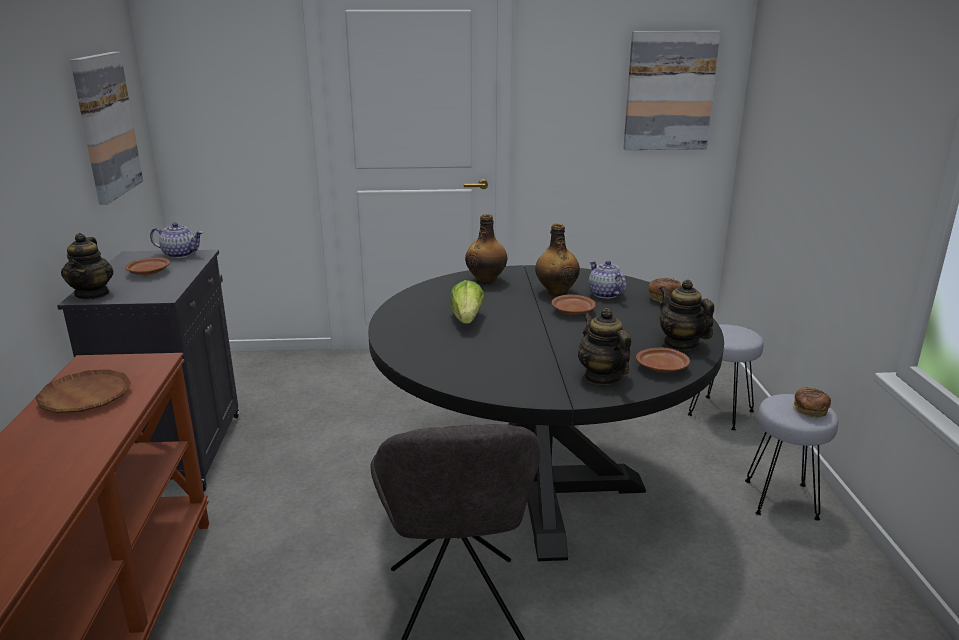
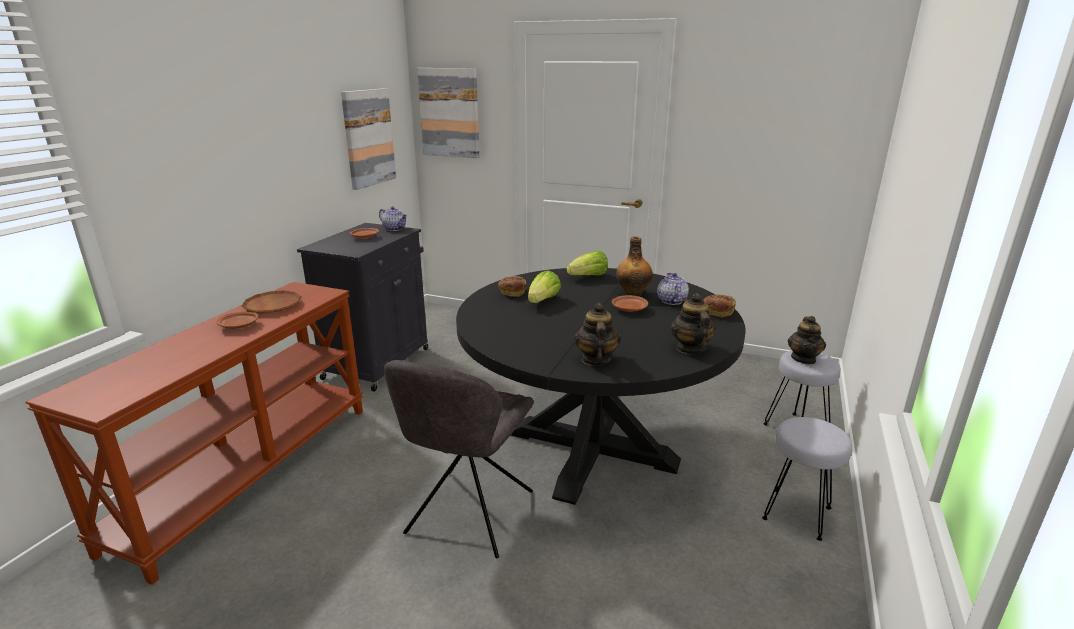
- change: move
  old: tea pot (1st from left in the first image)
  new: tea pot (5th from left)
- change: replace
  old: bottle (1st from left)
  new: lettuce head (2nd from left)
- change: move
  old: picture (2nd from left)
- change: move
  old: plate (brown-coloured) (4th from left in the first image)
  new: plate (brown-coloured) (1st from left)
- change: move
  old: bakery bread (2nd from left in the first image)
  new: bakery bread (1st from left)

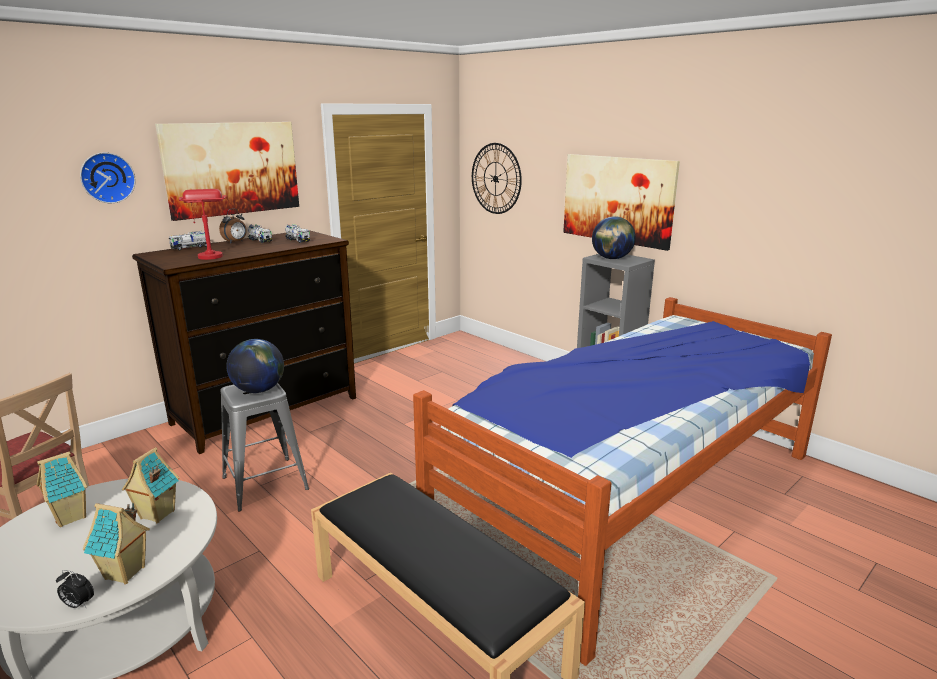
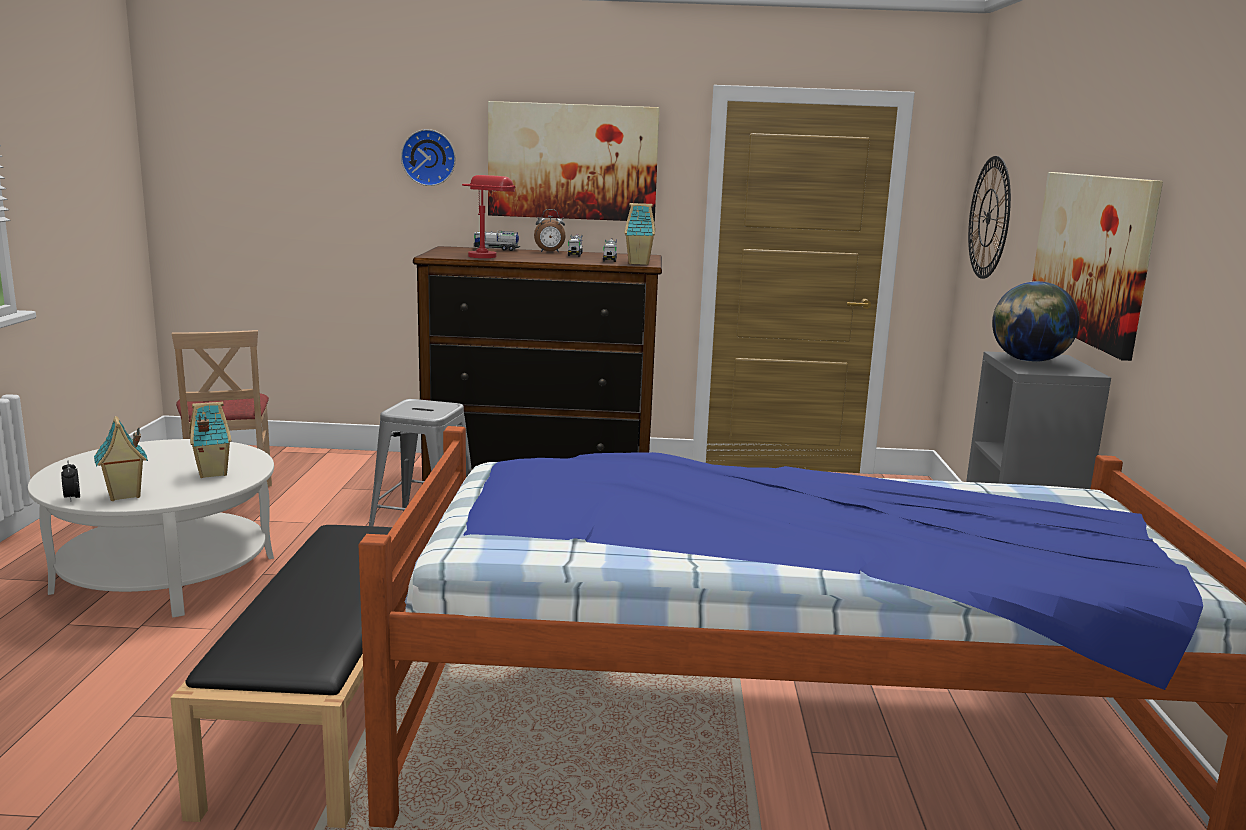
- change: move
  old: toy house (1st from left in the first image)
  new: toy house (3rd from left)
- change: delete
  old: desk globe (1st from left)

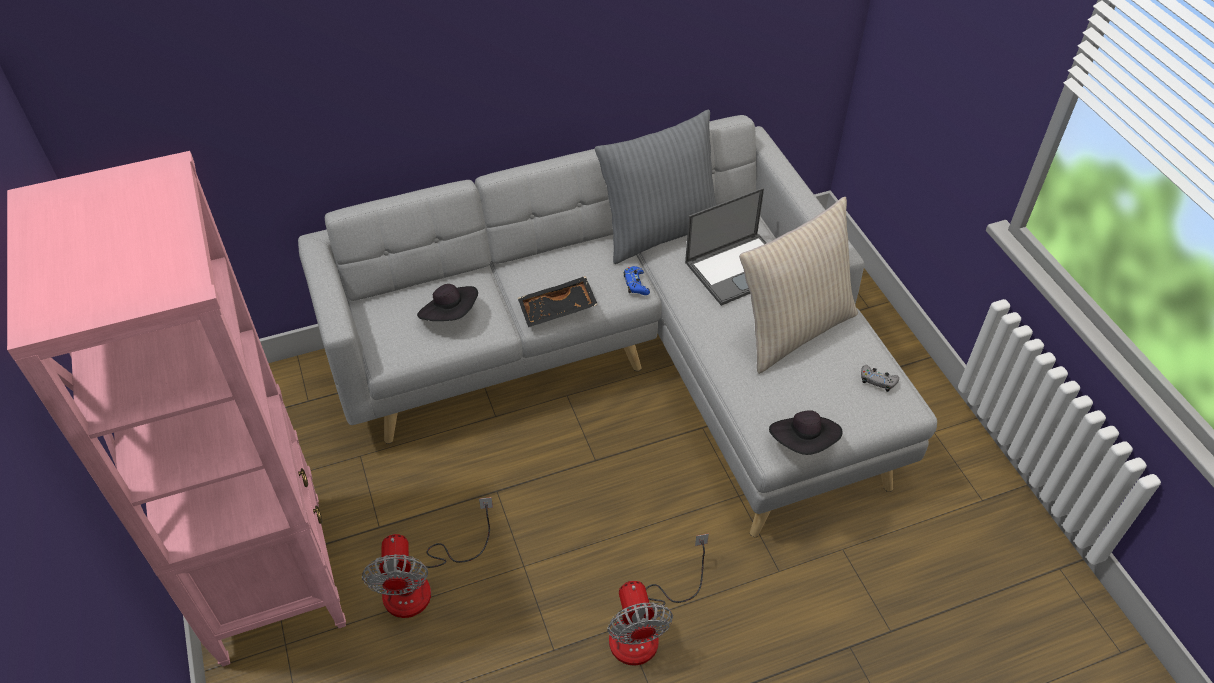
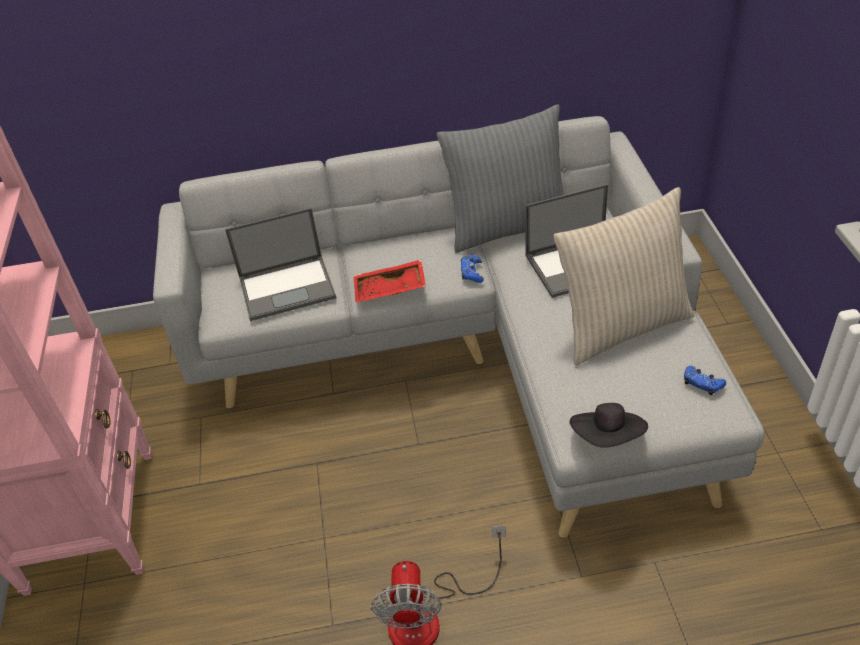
- change: delete
  old: electric fan (1st from left)
- change: replace
  old: wearable hat (blackish) (1st from left)
  new: notebook computer (1st from left)
- change: recolor
  old: tray (blackish)
  new: tray (reddish)
- change: recolor
  old: joypad (grey)
  new: joypad (blue) (2nd from left)

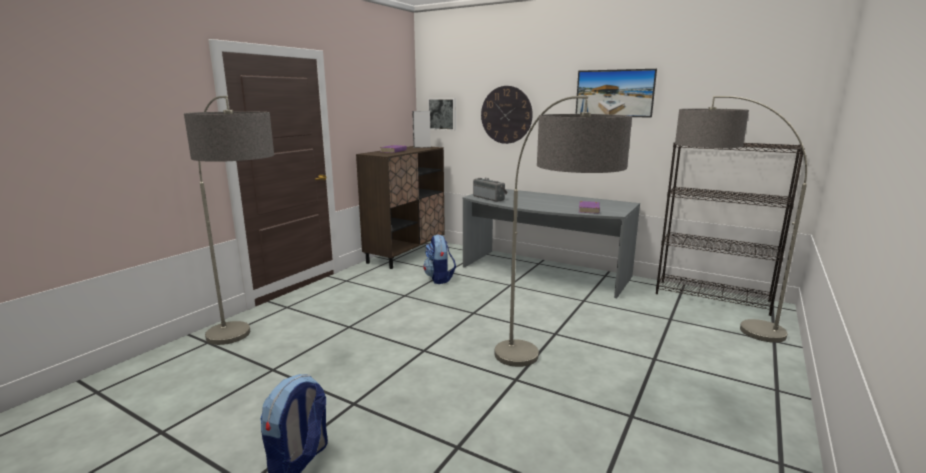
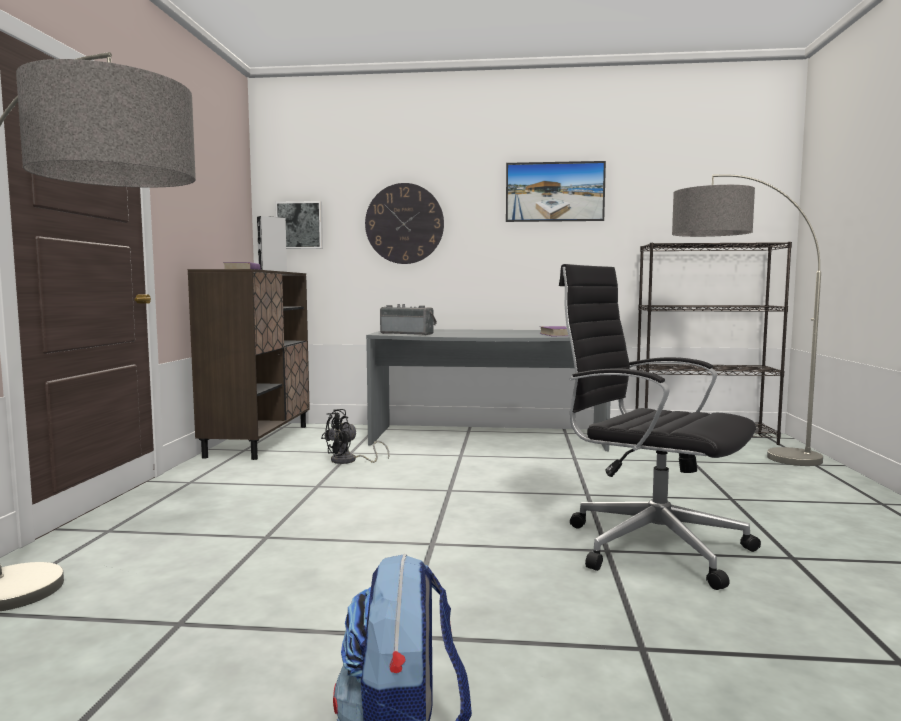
- change: replace
  old: rucksack (2nd from left)
  new: electric fan (blackish)
- change: replace
  old: floor lamp (2nd from left)
  new: desk chair (blackish)

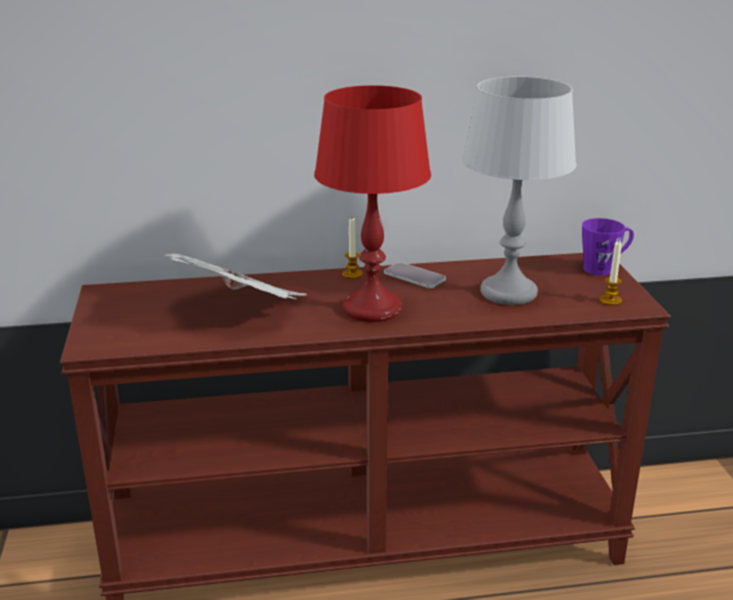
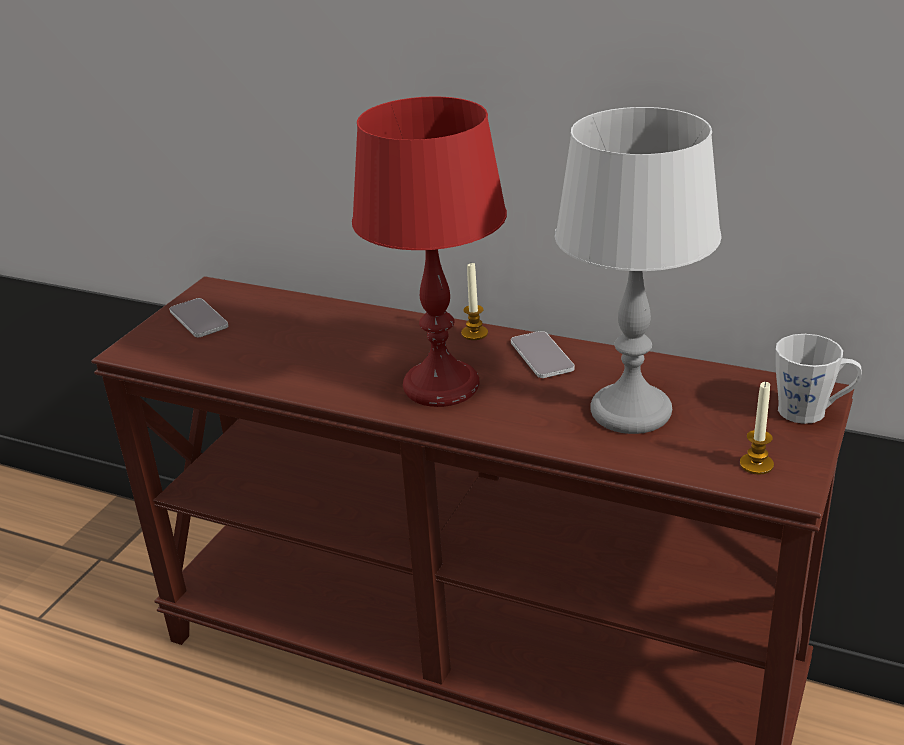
- change: delete
  old: printed paper
- change: recolor
  old: tea mug (purplish)
  new: tea mug (grey)
- change: insert
  new: phone (1st from left)

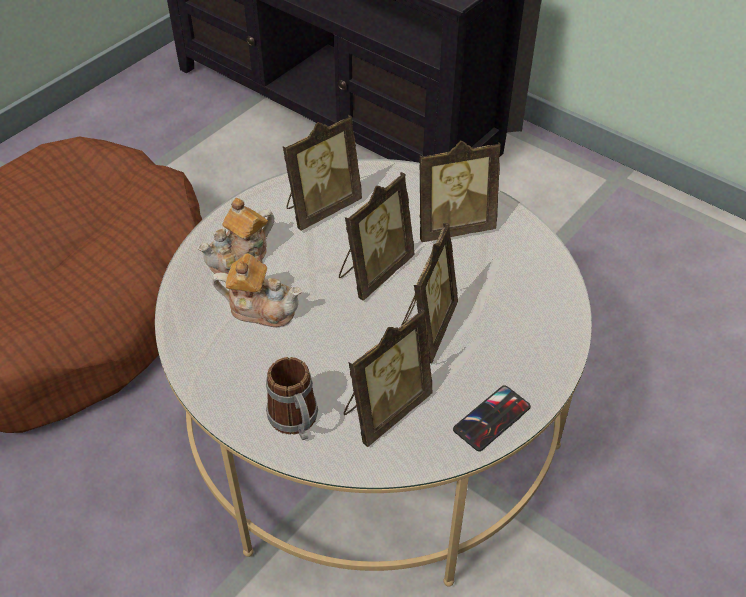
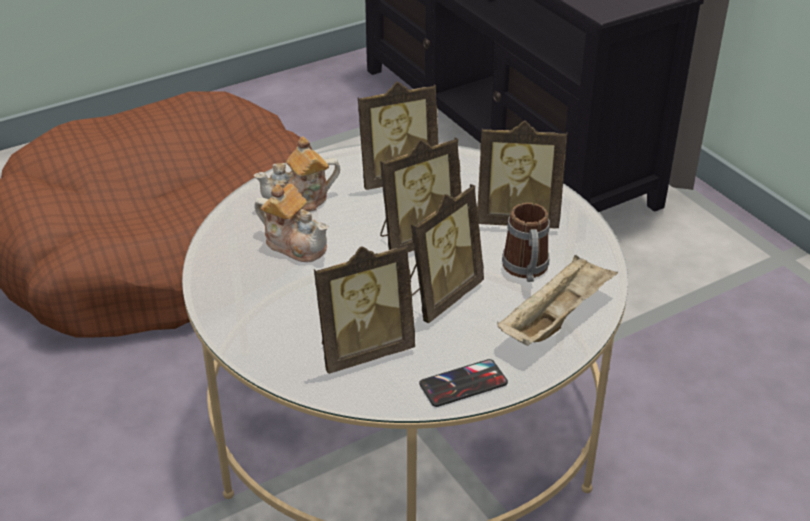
- change: move
  old: tea mug
- change: insert
  new: tray (beige)

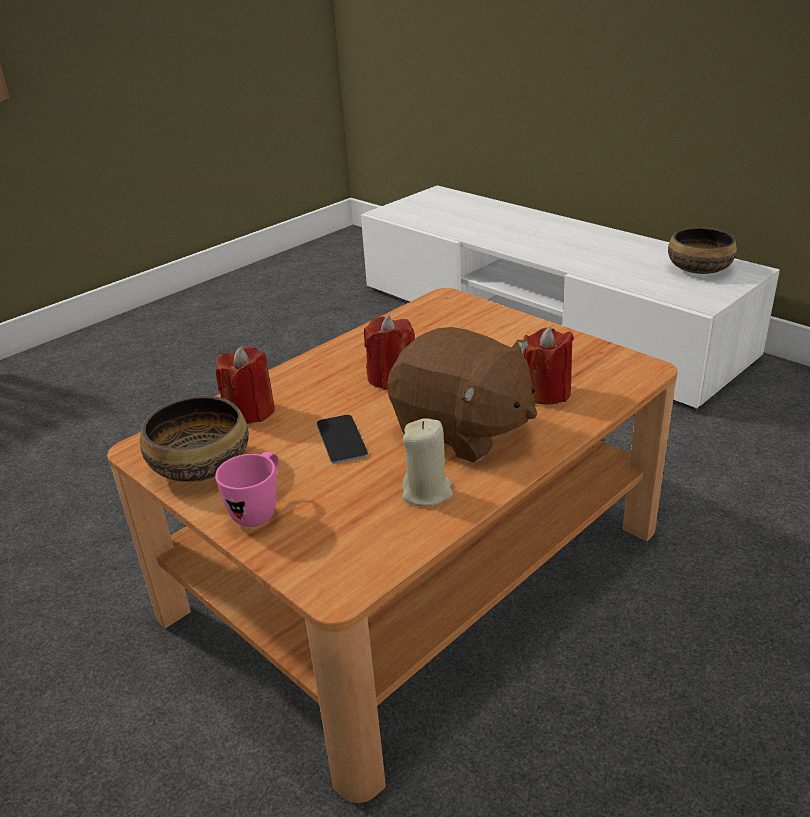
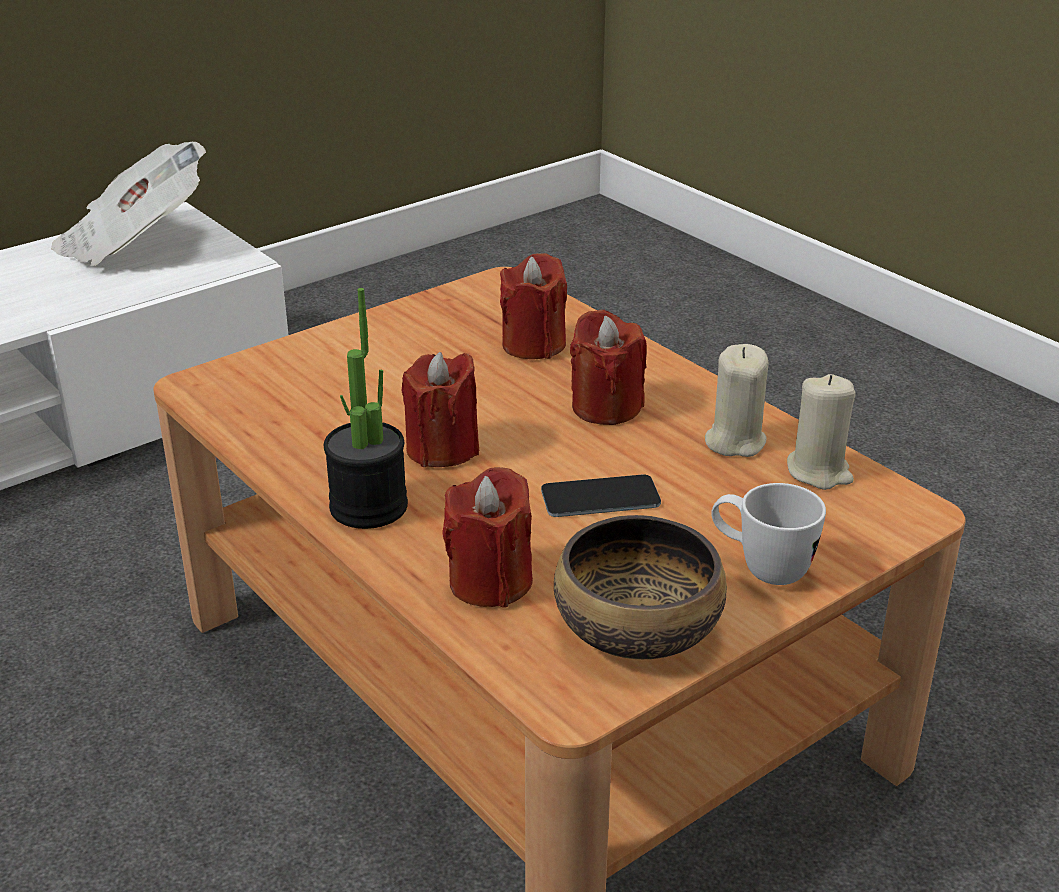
- change: recolor
  old: tea mug (pink)
  new: tea mug (whitish)
- change: replace
  old: plush toy (brown-coloured)
  new: wax light (reddish) (4th from left)
- change: replace
  old: deep dish (2nd from left)
  new: printed paper
- change: insert
  new: houseplant
- change: insert
  new: wax light (beige) (2nd from left)

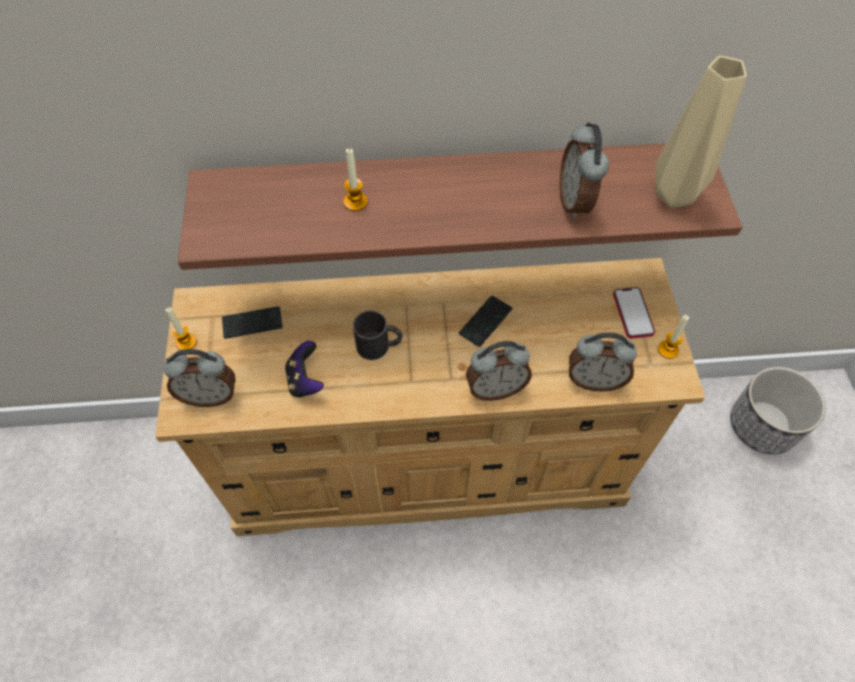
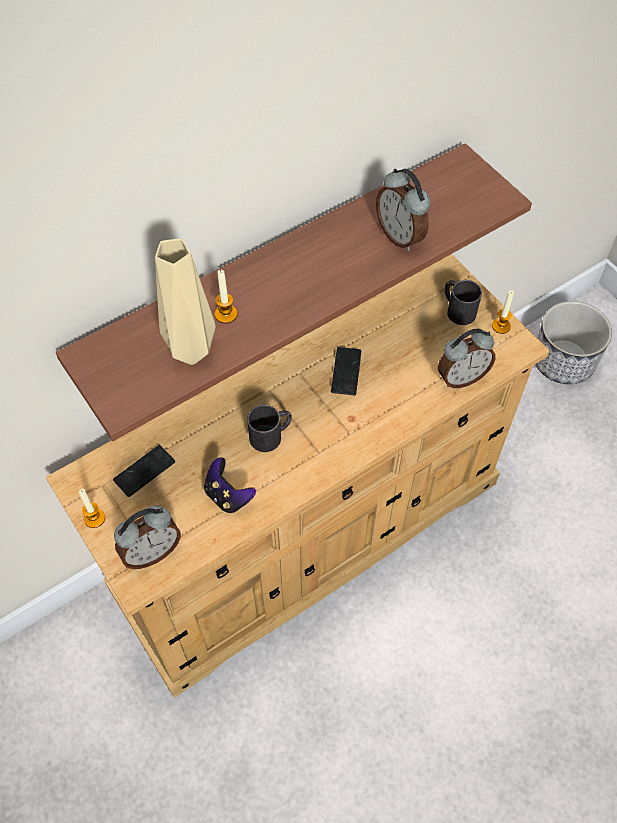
- change: delete
  old: bedside clock (2nd from left)
- change: replace
  old: phone (3rd from left)
  new: tea mug (blackish) (2nd from left)
- change: move
  old: flower vase (beige)

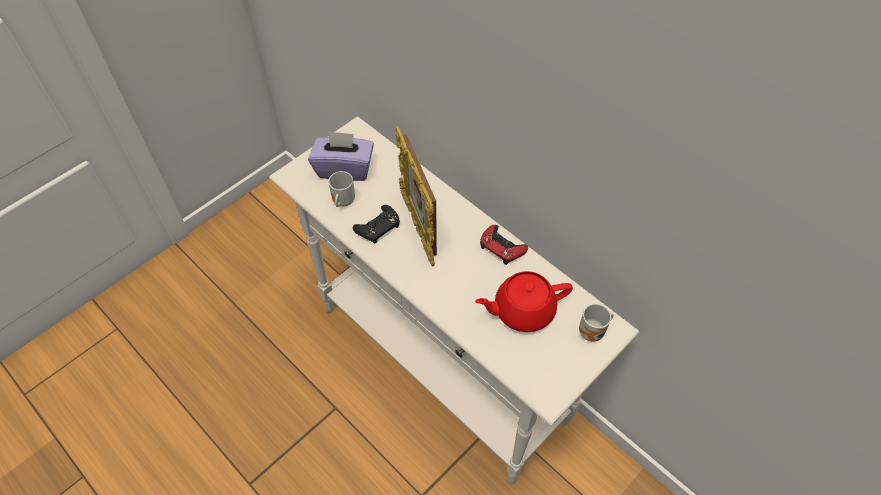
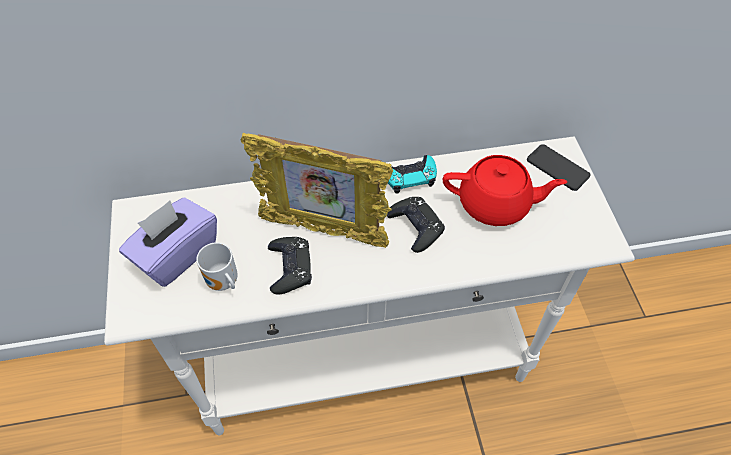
- change: rotate
  old: tea pot (reddish)
  degrees: -105
- change: recolor
  old: joypad (reddish)
  new: joypad (turquoise-coloured)
- change: replace
  old: tea mug (2nd from left)
  new: phone
- change: insert
  new: joypad (blackish) (2nd from left)

